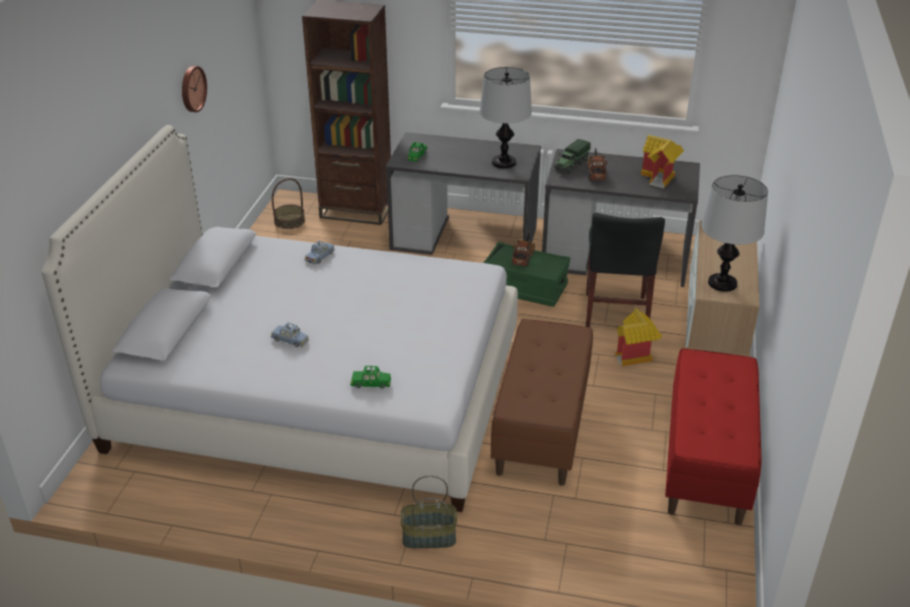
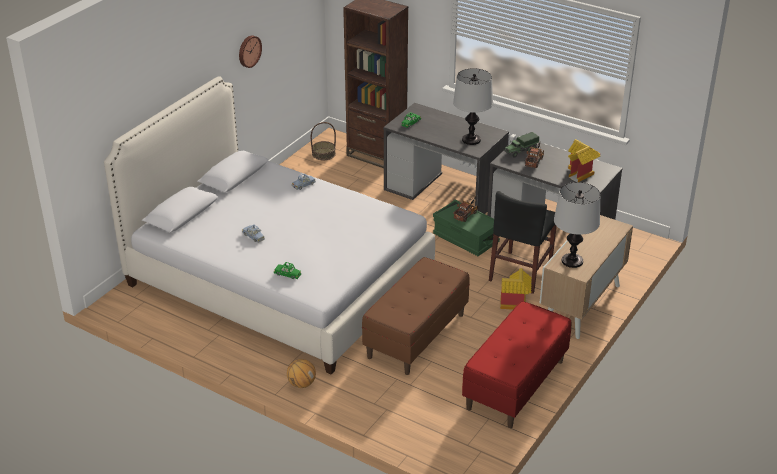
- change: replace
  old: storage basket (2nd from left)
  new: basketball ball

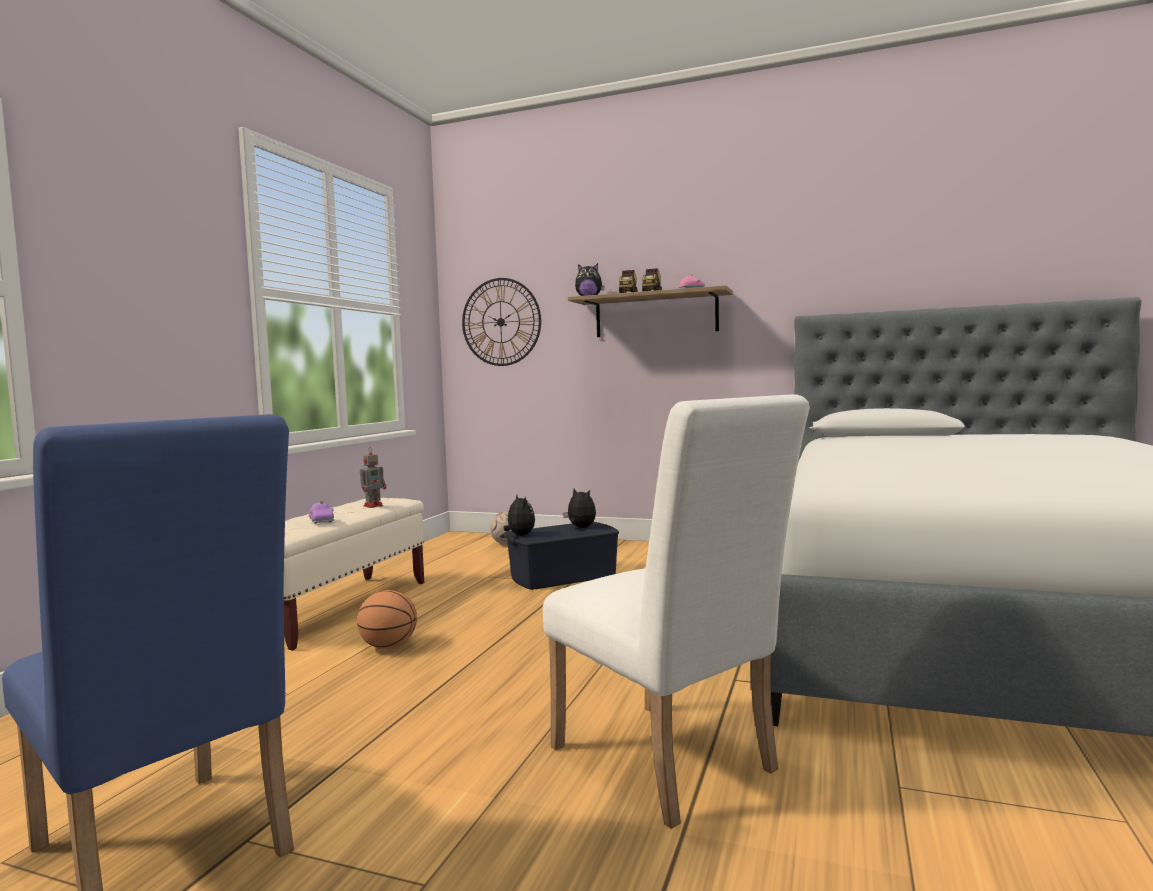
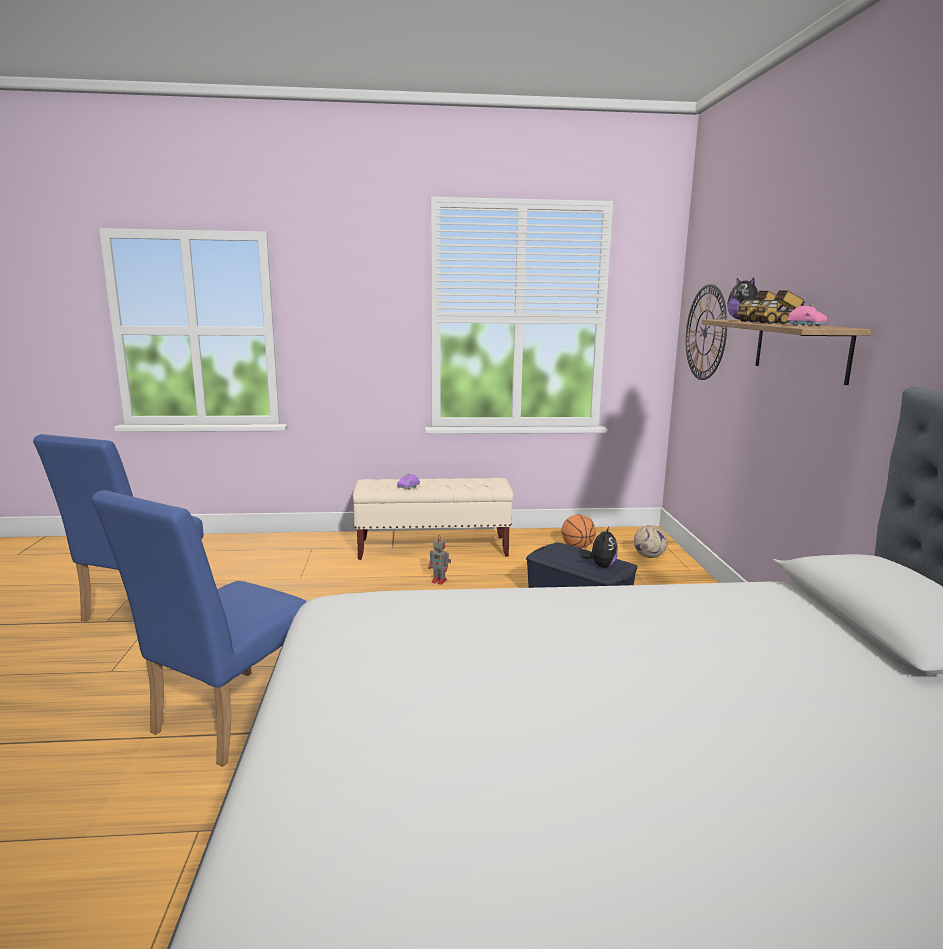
- change: move
  old: basketball ball
- change: move
  old: model robot
- change: delete
  old: plush toy (1st from left)
- change: recolor
  old: plain chair (whitish)
  new: plain chair (blue) (2nd from left)

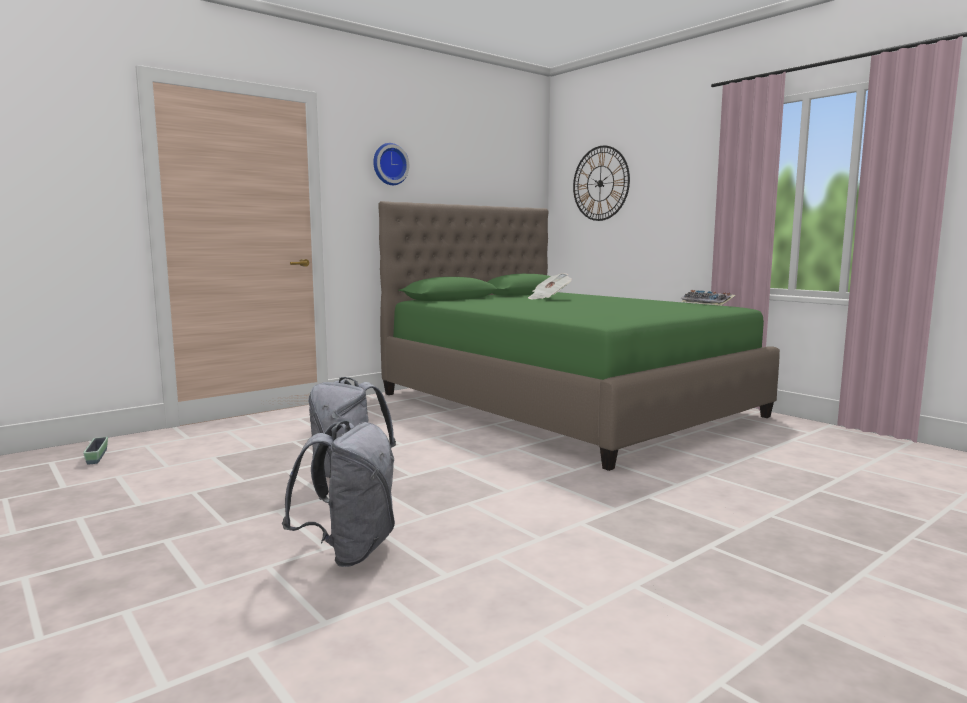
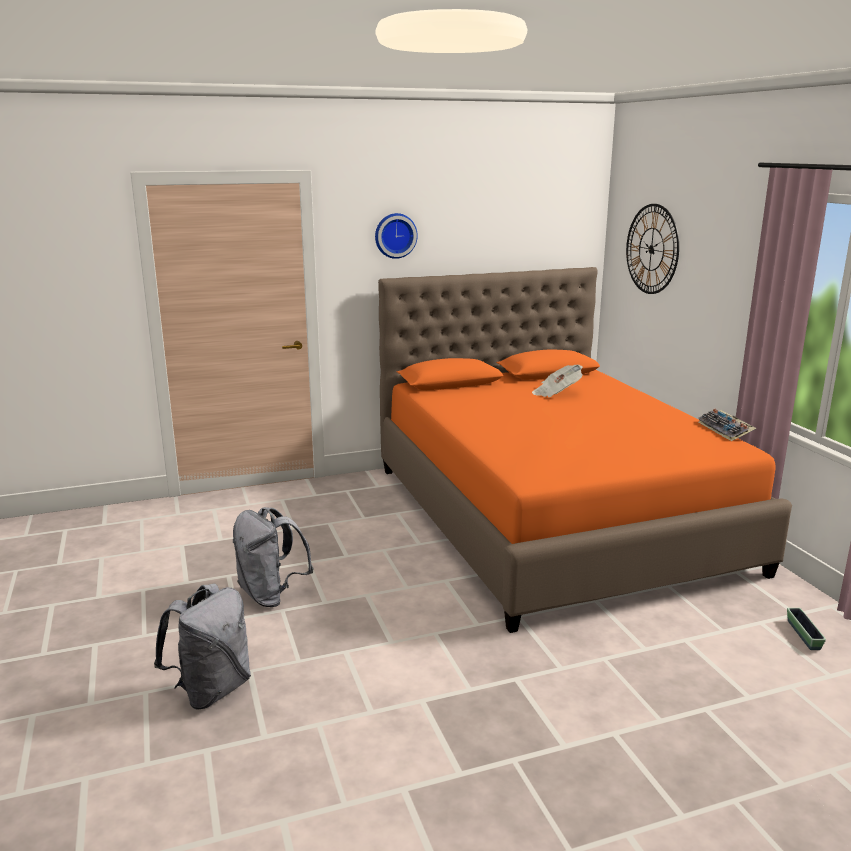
- change: move
  old: flower pot
- change: recolor
  old: bed (greenish)
  new: bed (orangey)

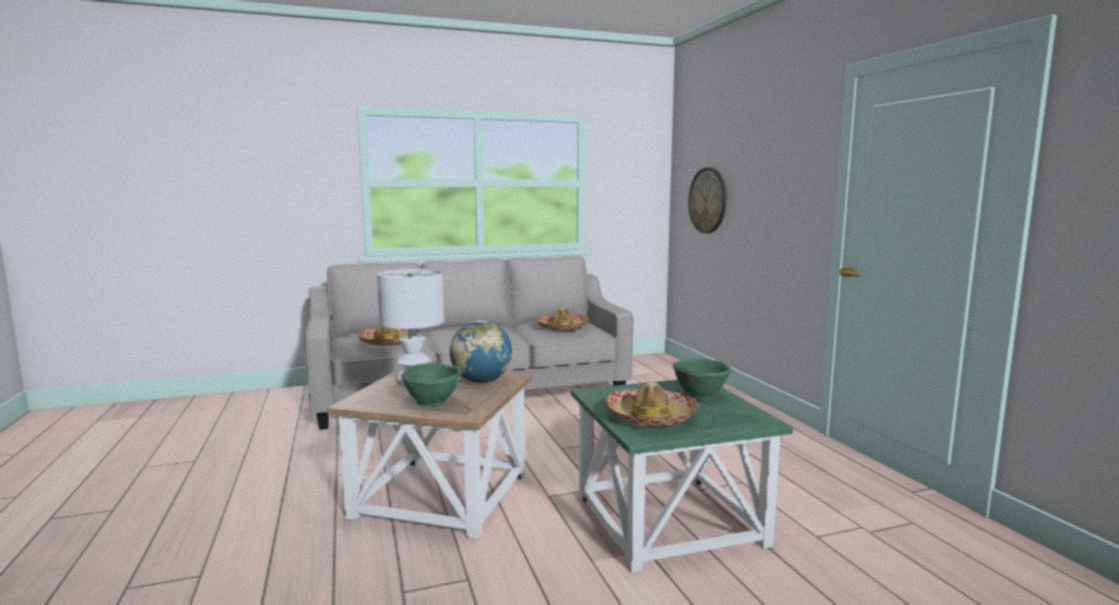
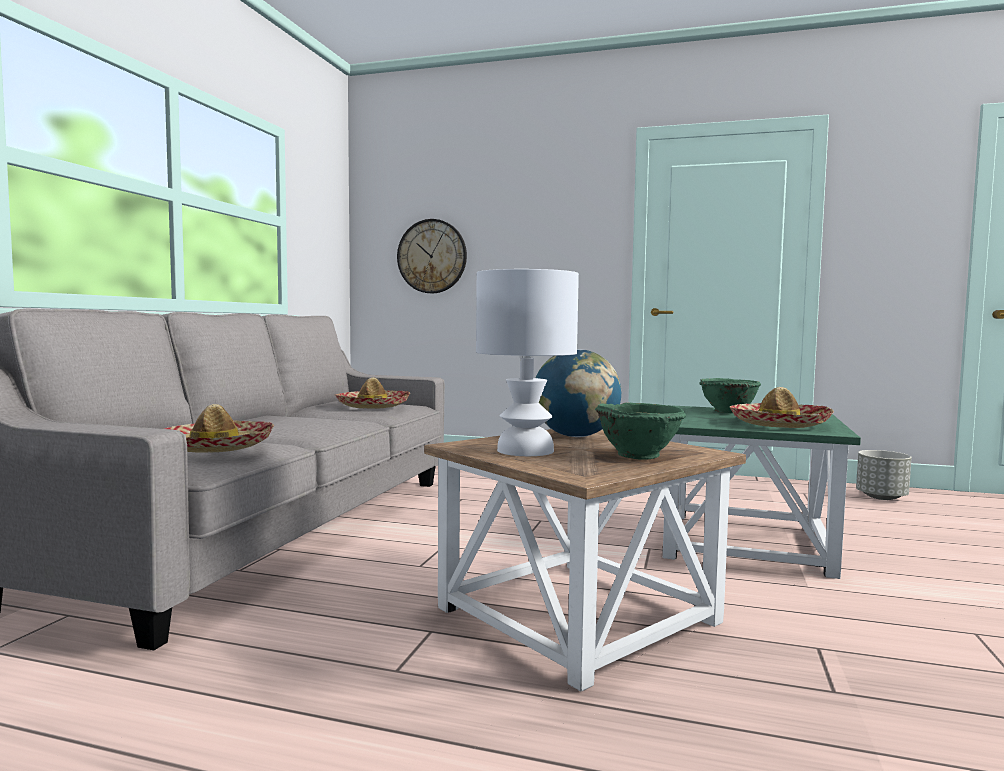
- change: insert
  new: flower pot (grey)

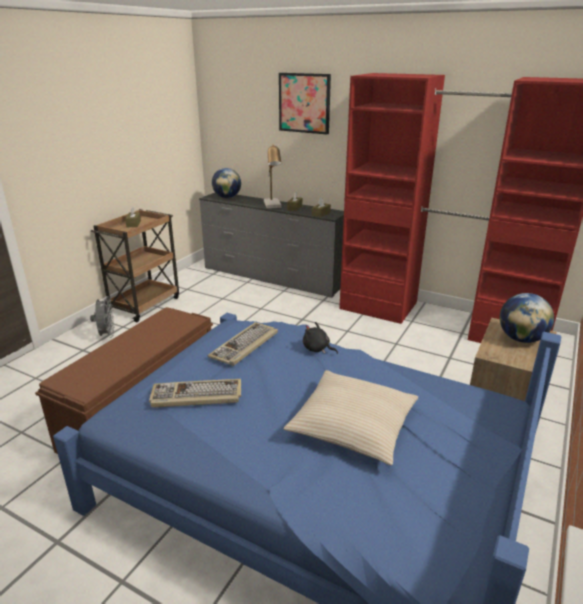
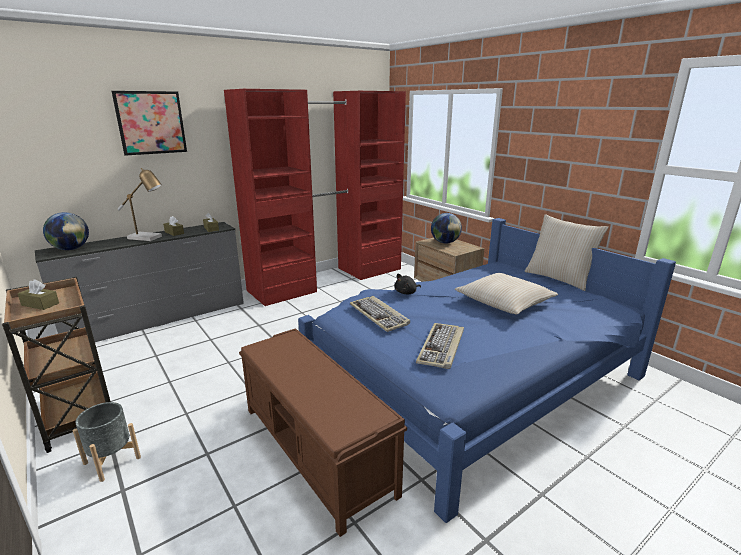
- change: replace
  old: electric fan (grey)
  new: flower pot (grey)
- change: insert
  new: throw pillow (beige) (2nd from left)

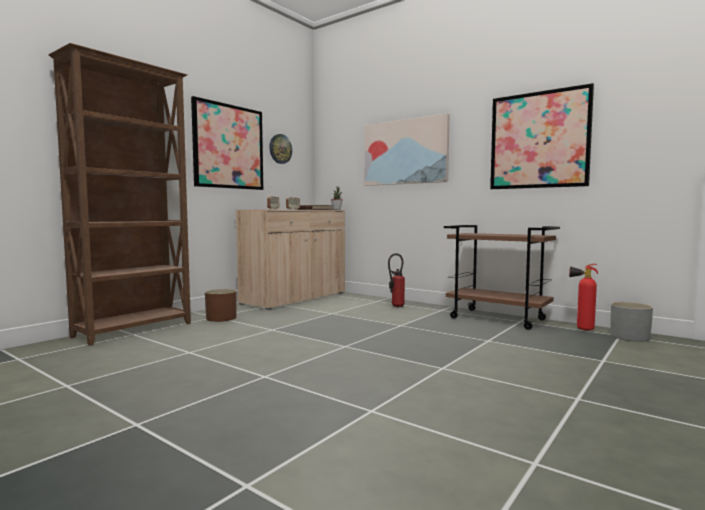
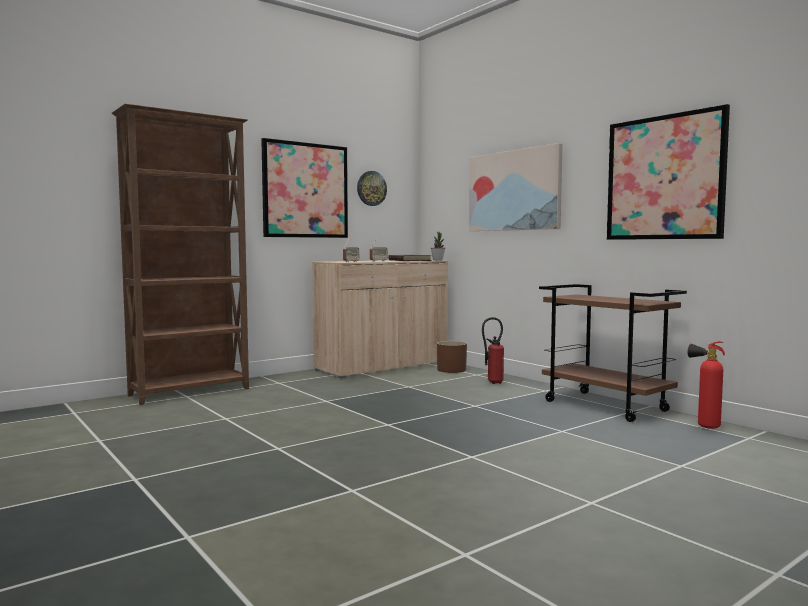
- change: move
  old: flower pot (brown-coloured)
- change: delete
  old: flower pot (grey)

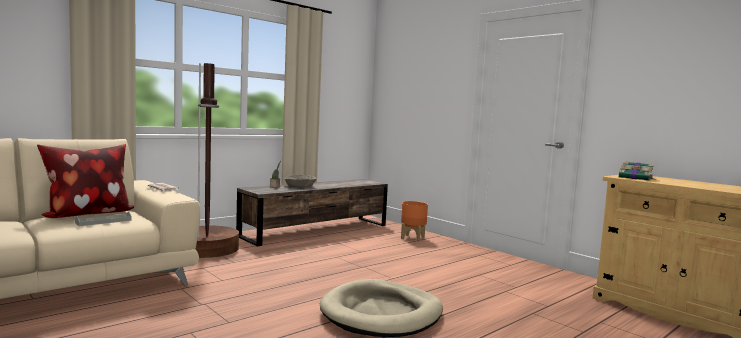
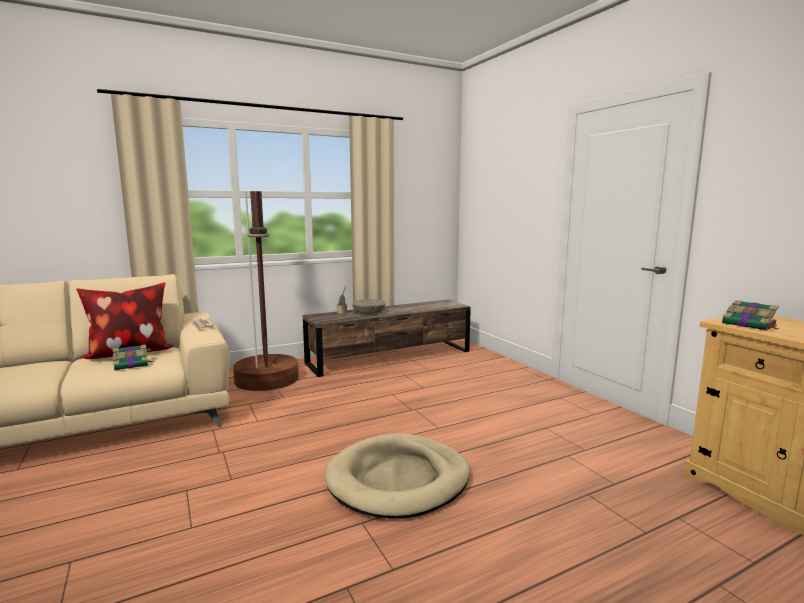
- change: replace
  old: tray (grey)
  new: volume (1st from left)
- change: delete
  old: flower pot (orangey)

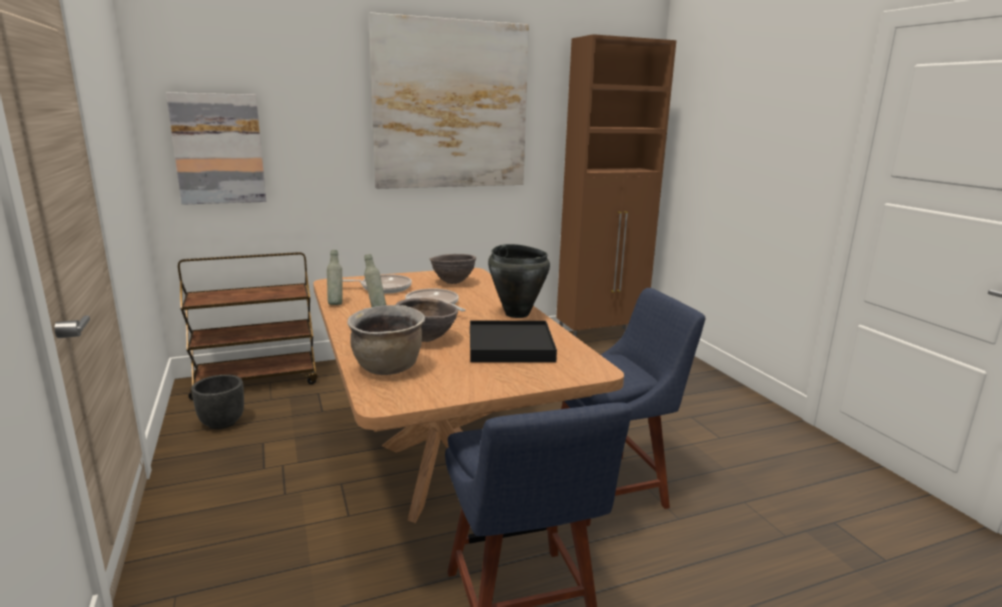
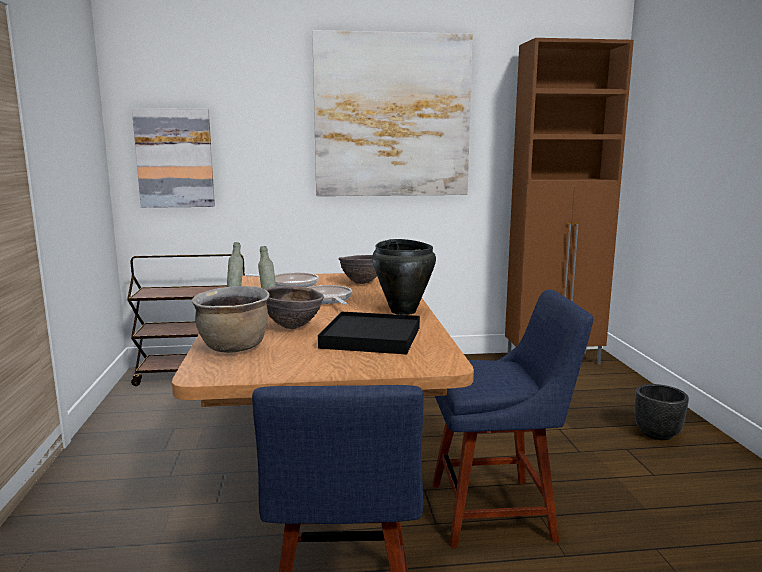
- change: move
  old: flower pot (blackish)

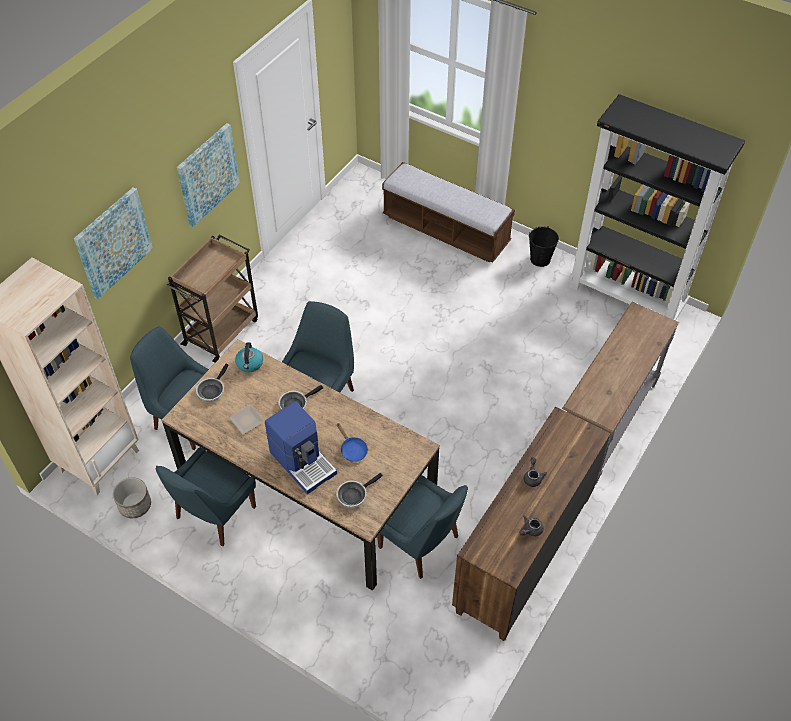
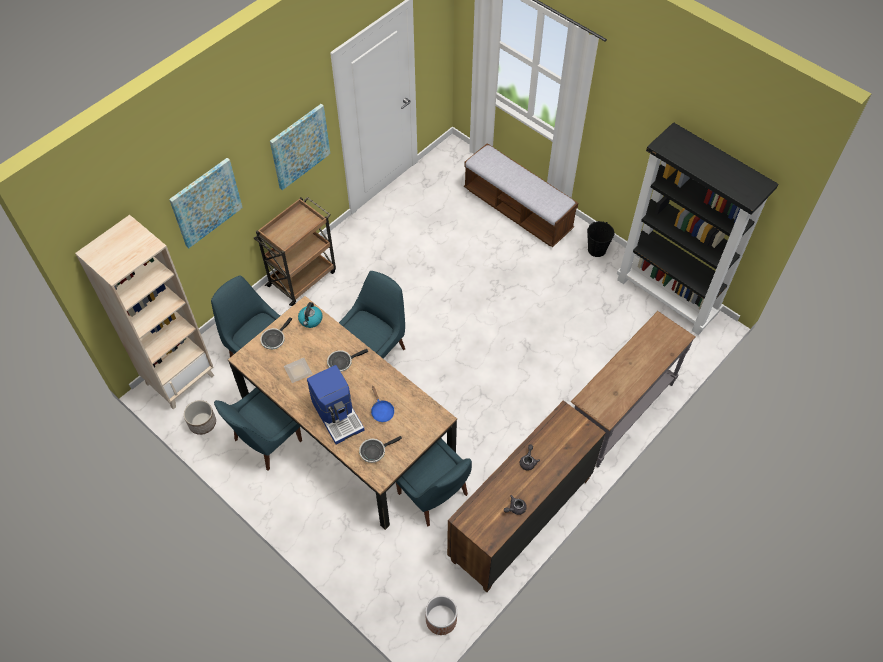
- change: insert
  new: flower pot (2nd from left)

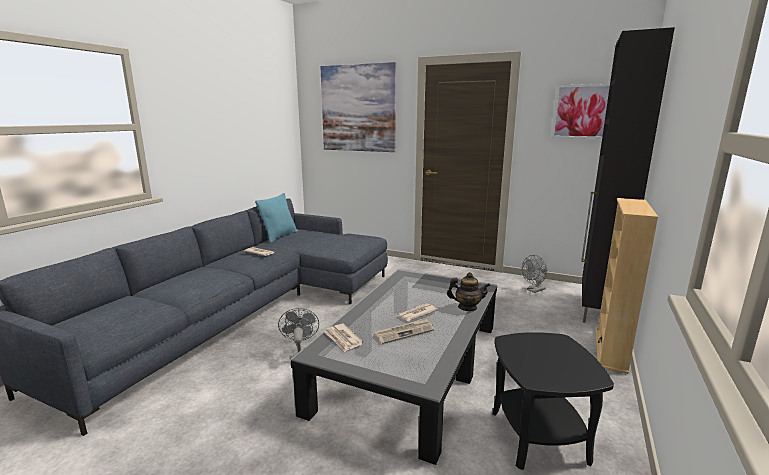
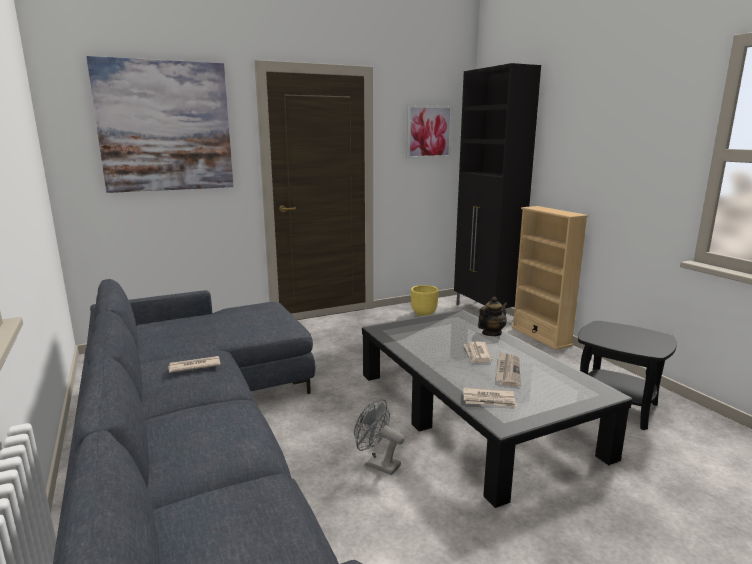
- change: delete
  old: throw pillow (turquoise-coloured)
- change: replace
  old: electric fan (grey) (2nd from left)
  new: flower pot (yellow-coloured)

